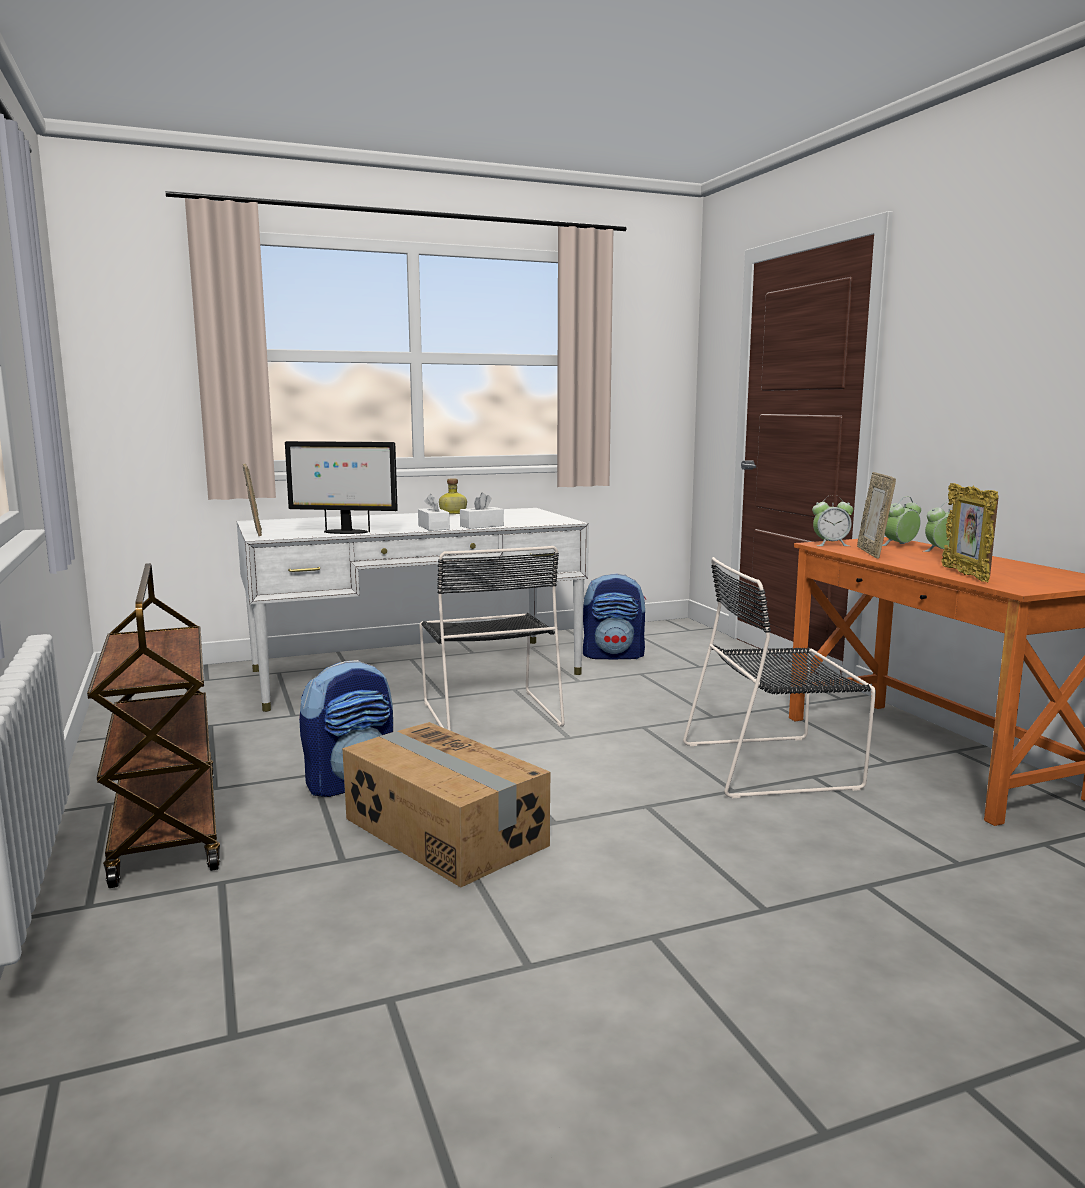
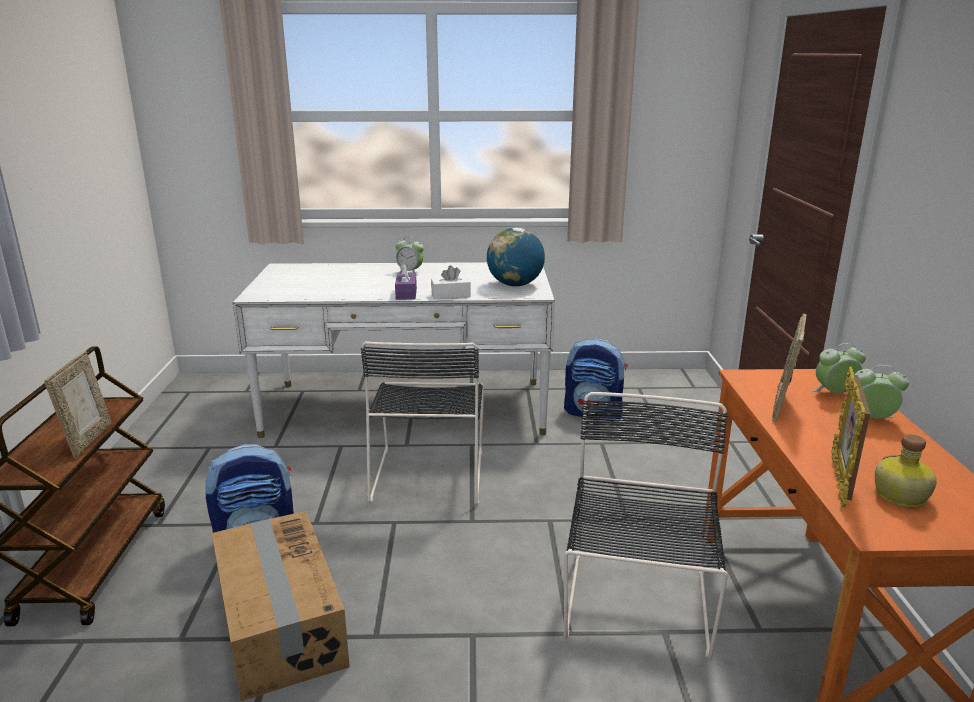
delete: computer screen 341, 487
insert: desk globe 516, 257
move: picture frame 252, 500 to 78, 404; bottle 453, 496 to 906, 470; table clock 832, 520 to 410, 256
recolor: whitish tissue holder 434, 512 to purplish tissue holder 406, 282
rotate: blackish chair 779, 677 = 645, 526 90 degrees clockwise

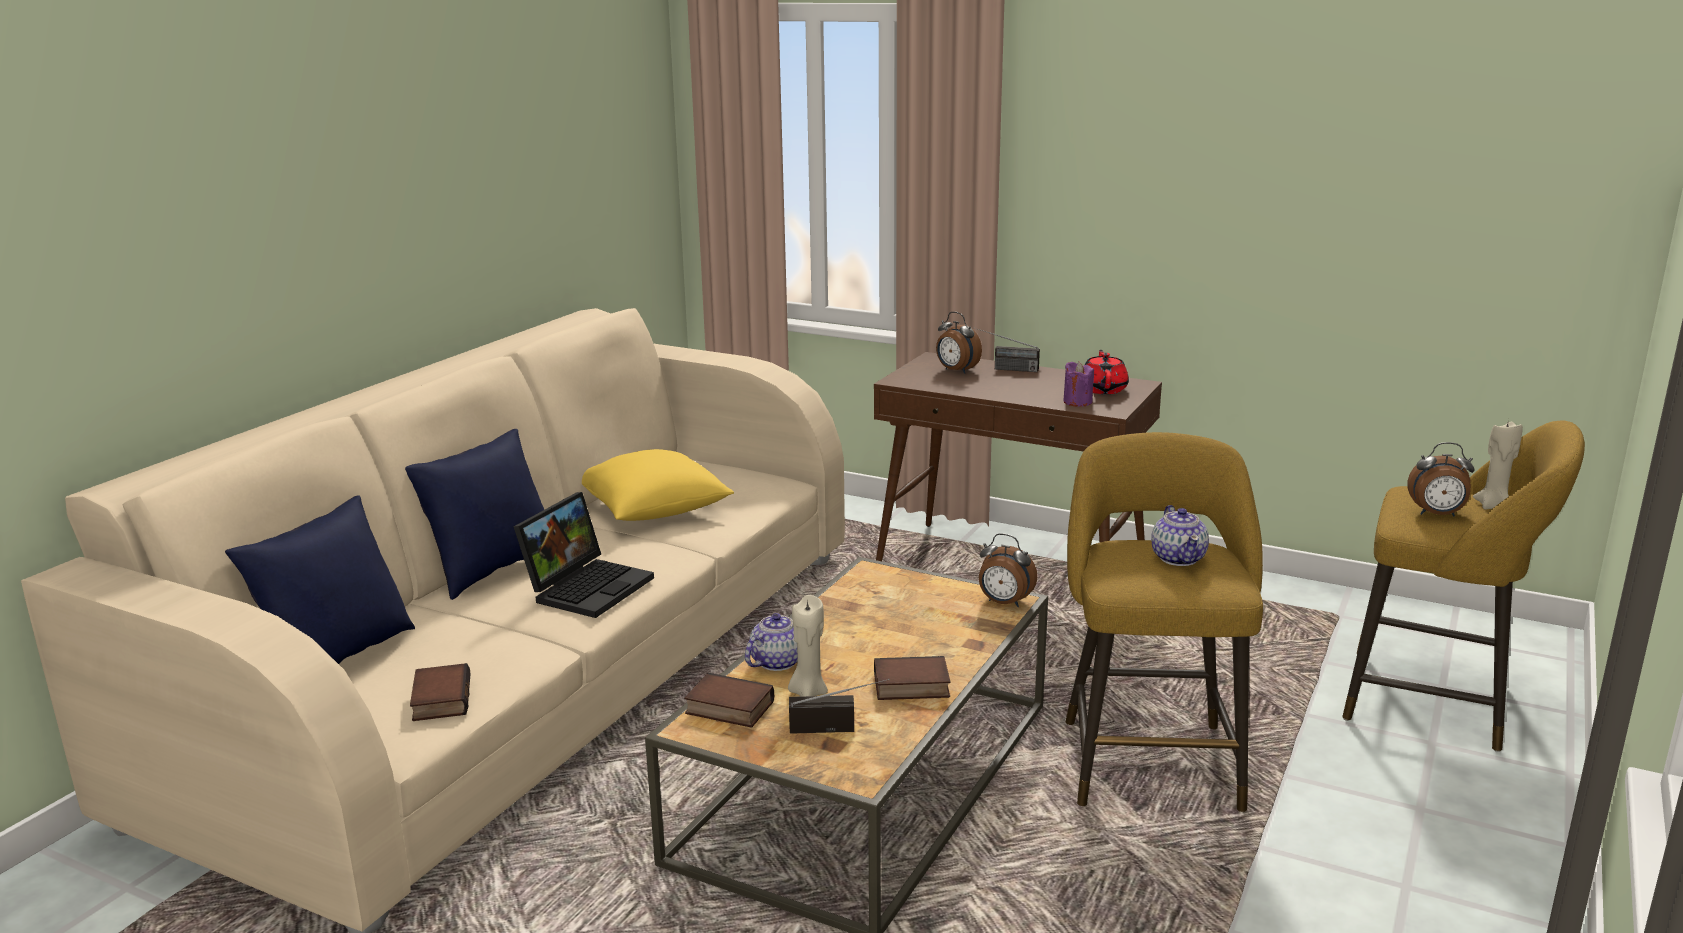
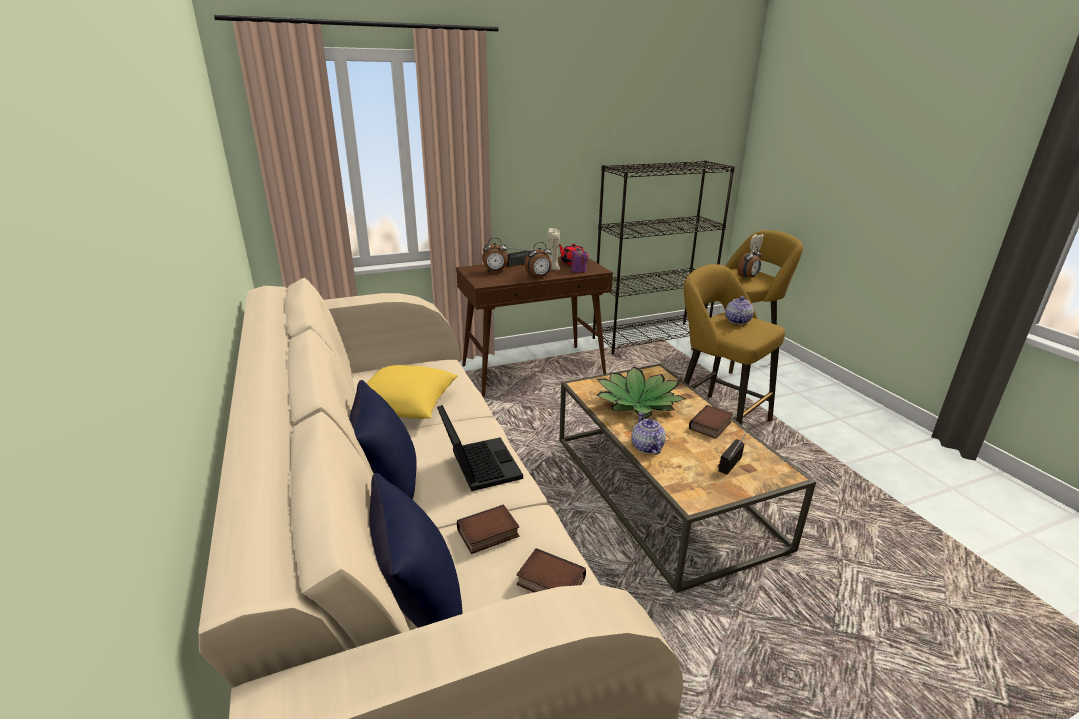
insert: blackish bookshelf 663, 257; houseplant 641, 392
move: book 729, 700 to 488, 529; beige wax light 808, 645 to 553, 249; table clock 1008, 570 to 538, 260
rotate: tea pot 1180, 535 = 739, 310 105 degrees counterclockwise

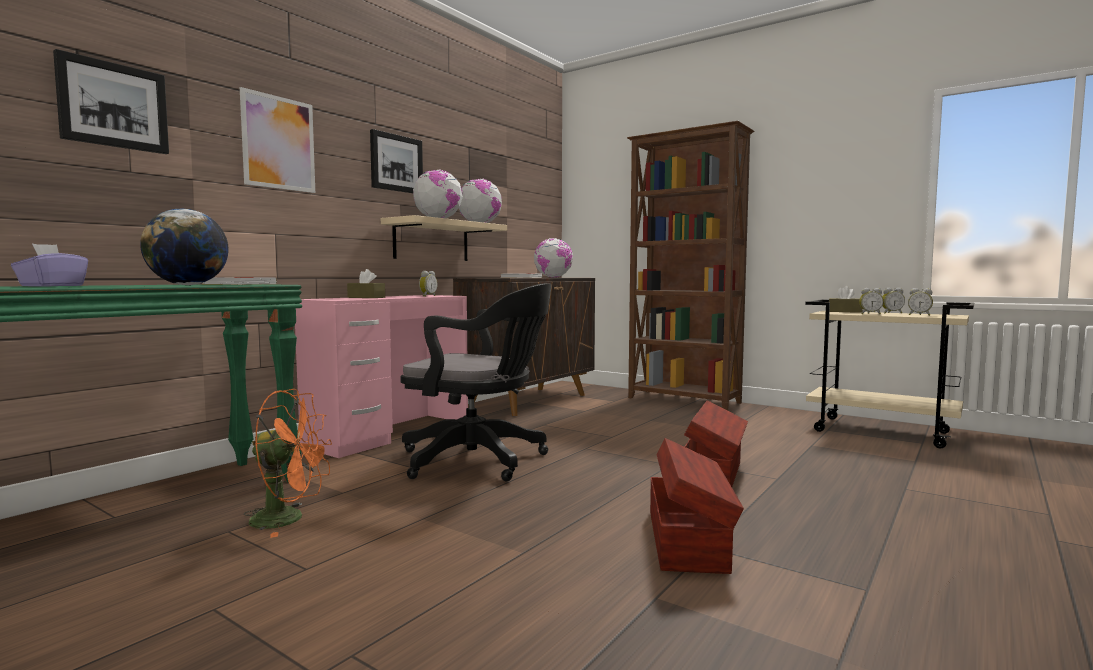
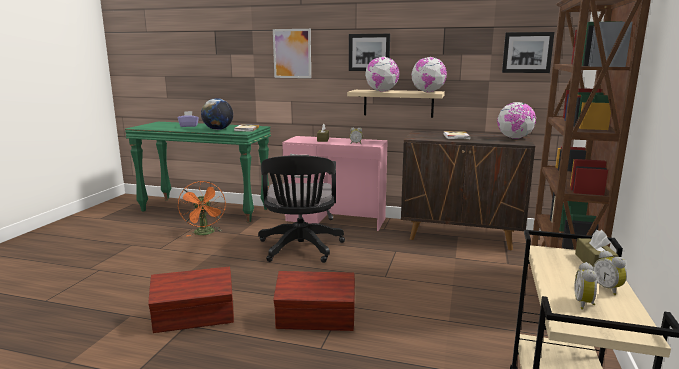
delete: table clock 871, 301
move: wall picture 111, 101 to 528, 52

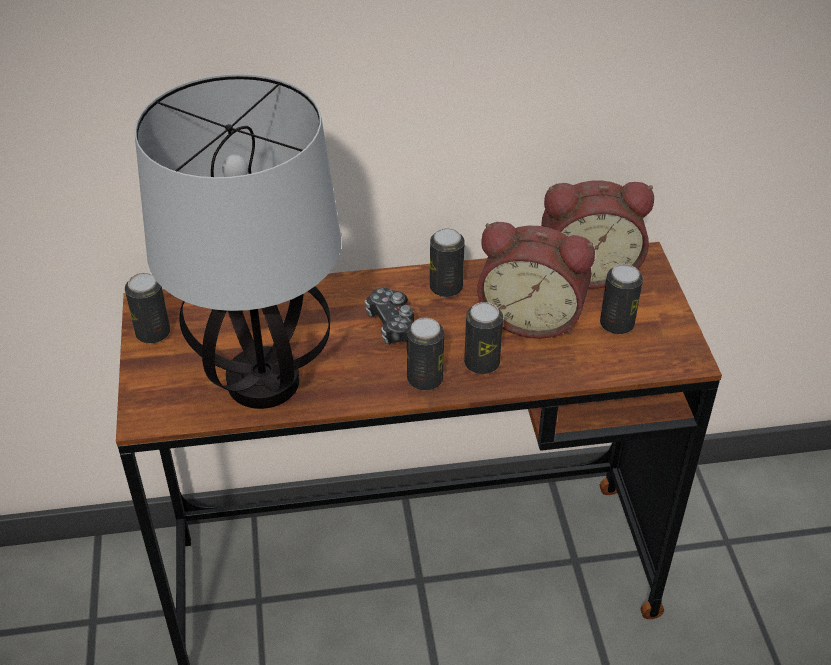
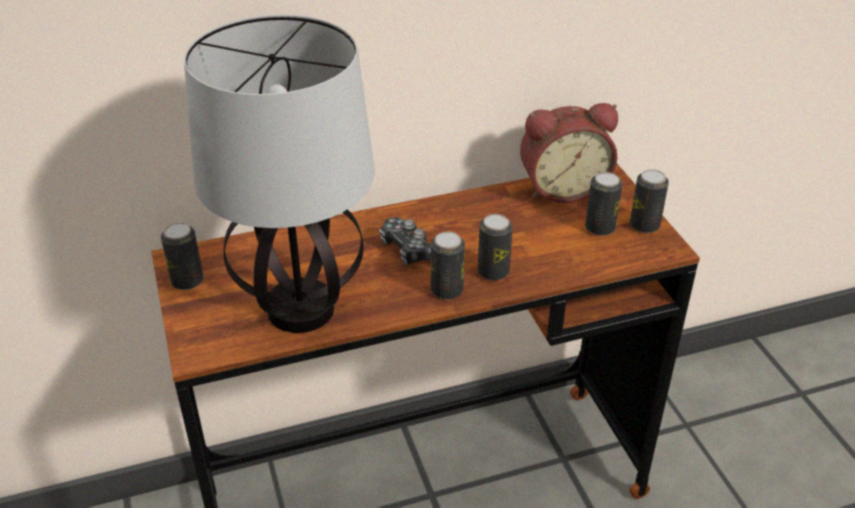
delete: table clock 536, 280
move: metal can 447, 262 to 649, 201

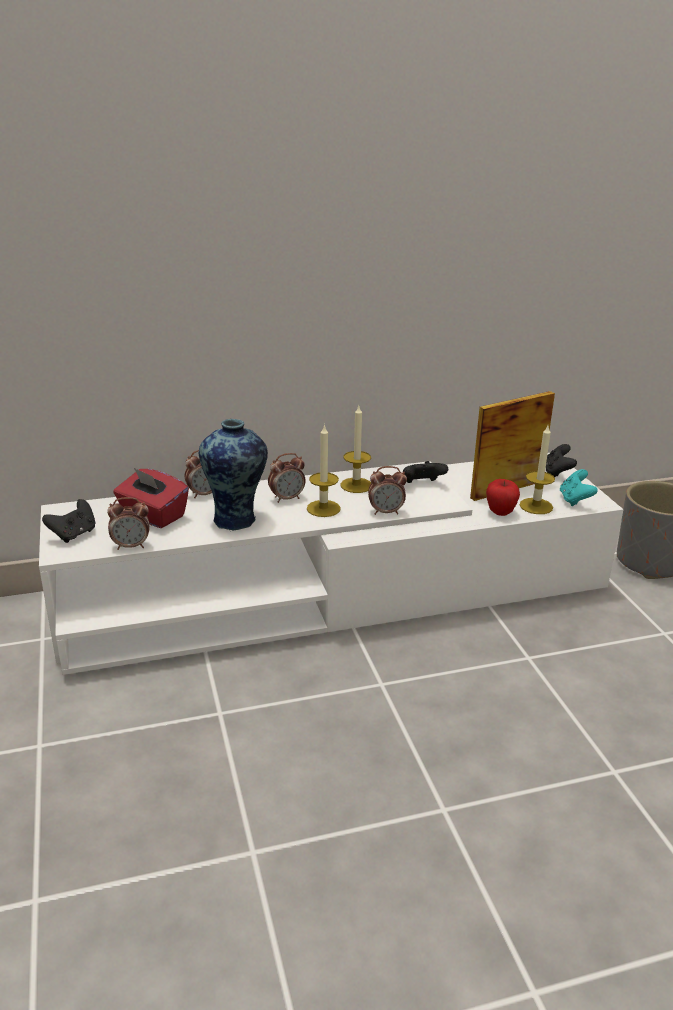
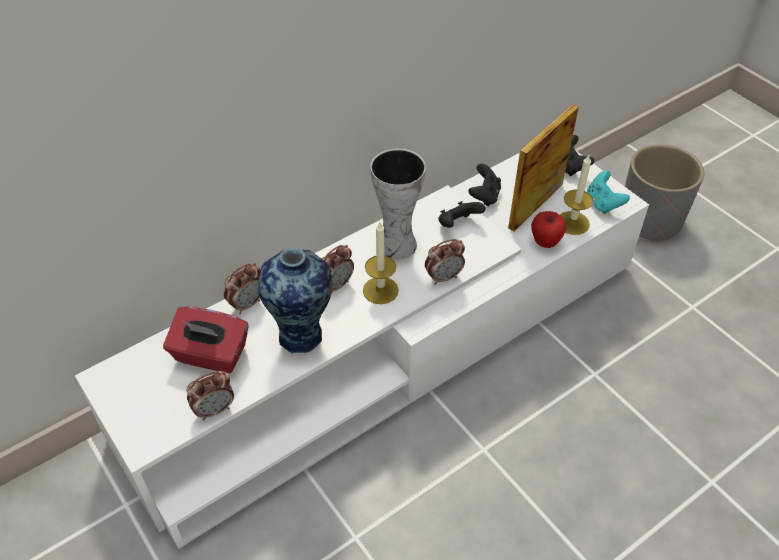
move: blackish gamepad 69, 521 to 484, 184
replace: wax light 356, 449 to decorative vase 398, 204

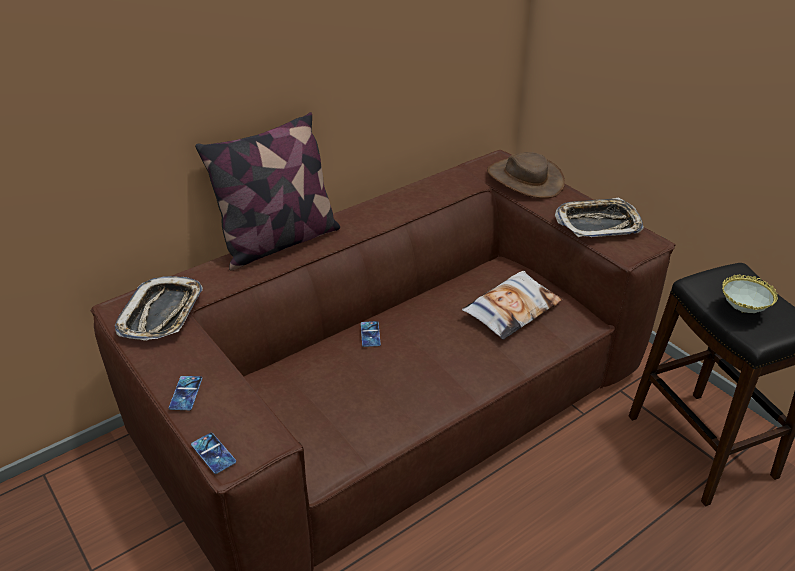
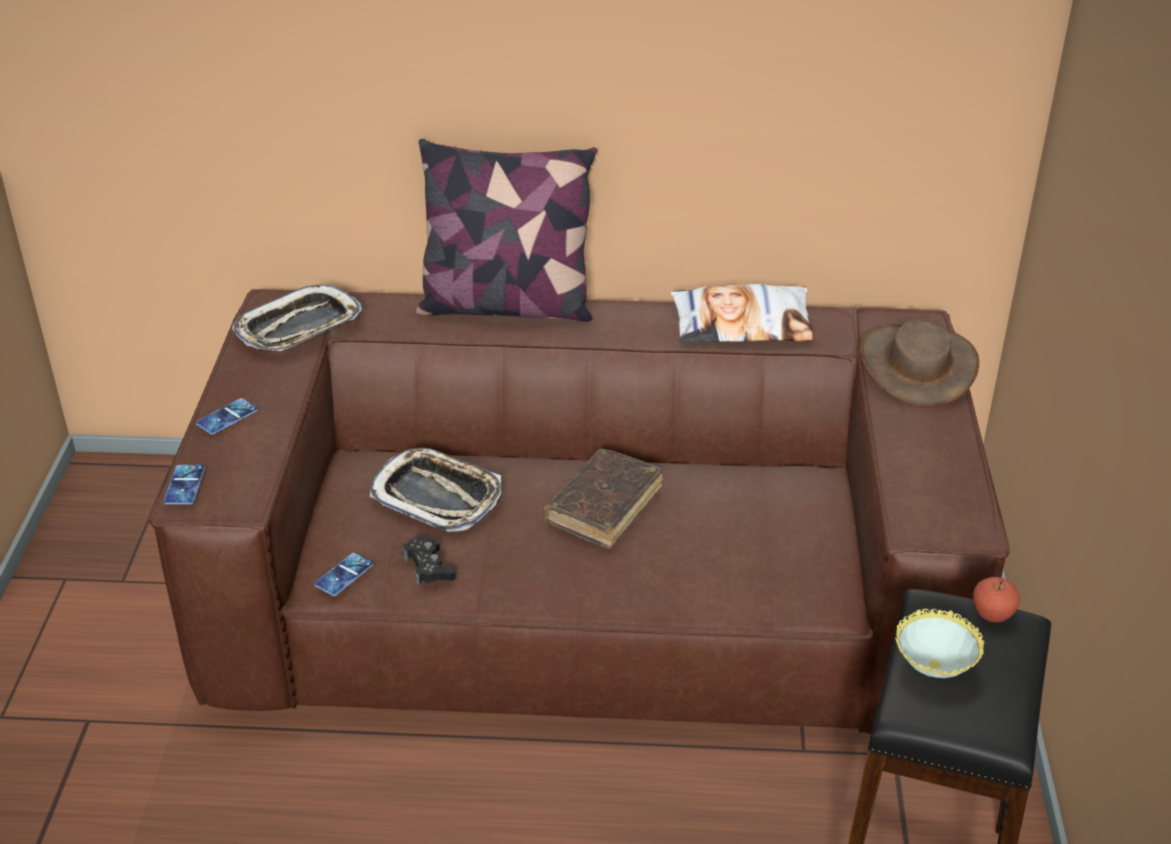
insert: blackish gamepad 429, 561; brownish book 603, 499; apple 996, 599
move: phone 371, 334 to 343, 574; cushion 512, 305 to 743, 313; carrying tray 599, 217 to 435, 490

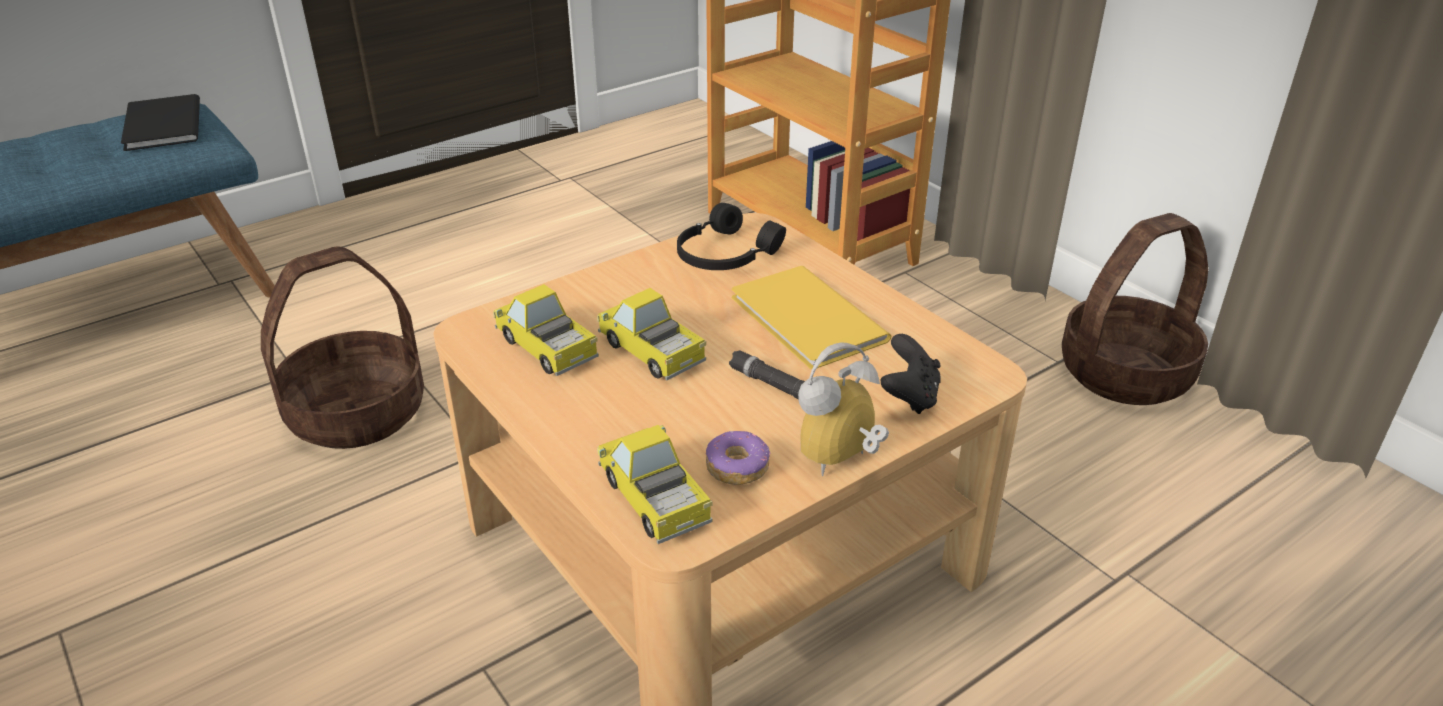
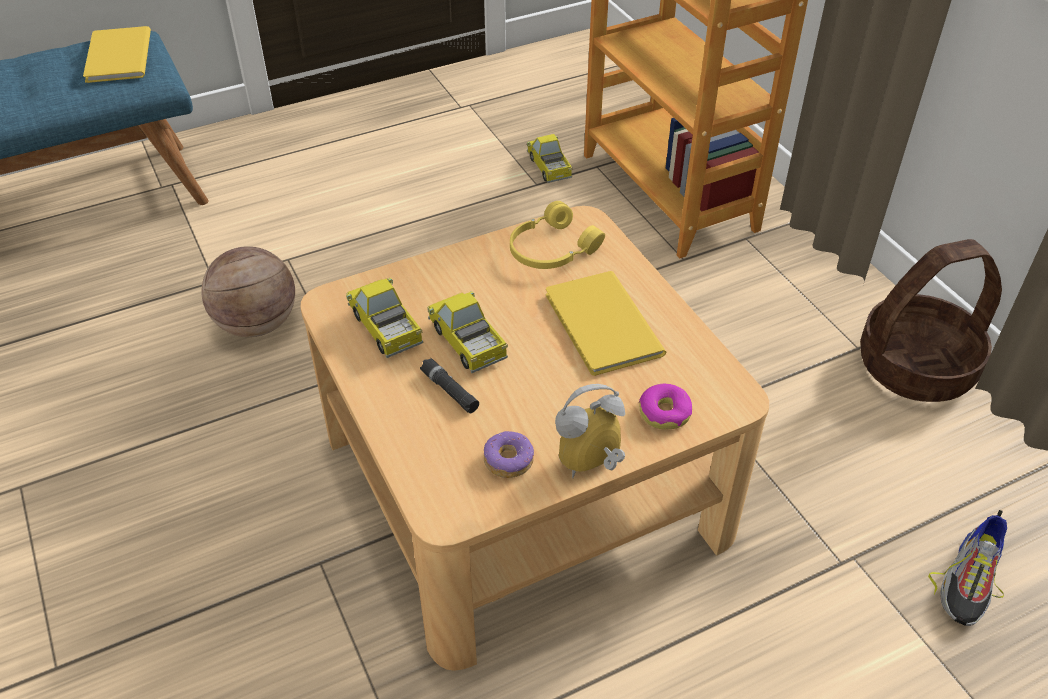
insert: shoe 967, 568
move: toy lorry 655, 484 to 549, 158; blackish flashlight 767, 374 to 449, 385
replace: storage basket 342, 347 to ball for basketball 248, 291; blackish gamepad 911, 374 to ring doughnut 665, 407
recolor: blackish book 160, 122 to yellow book 117, 54; blackish headphones 731, 236 to yellow headphones 557, 235

